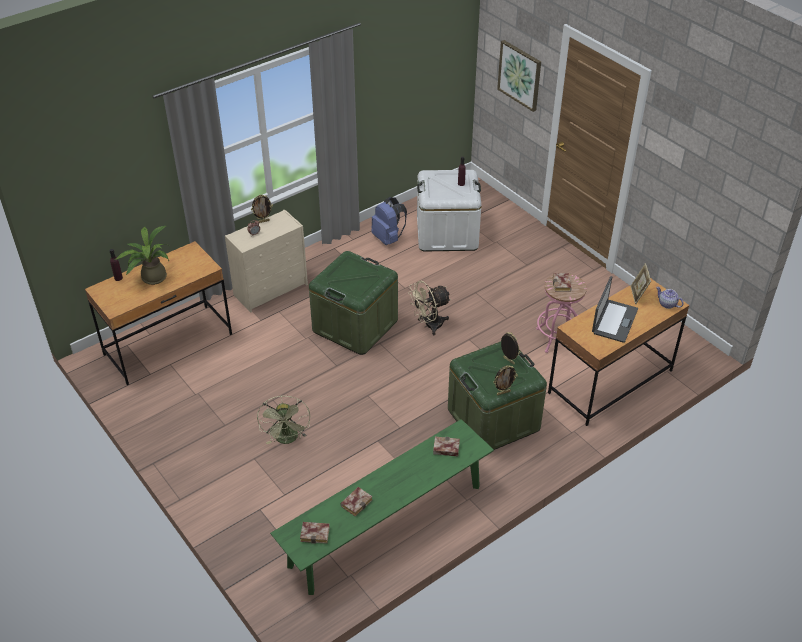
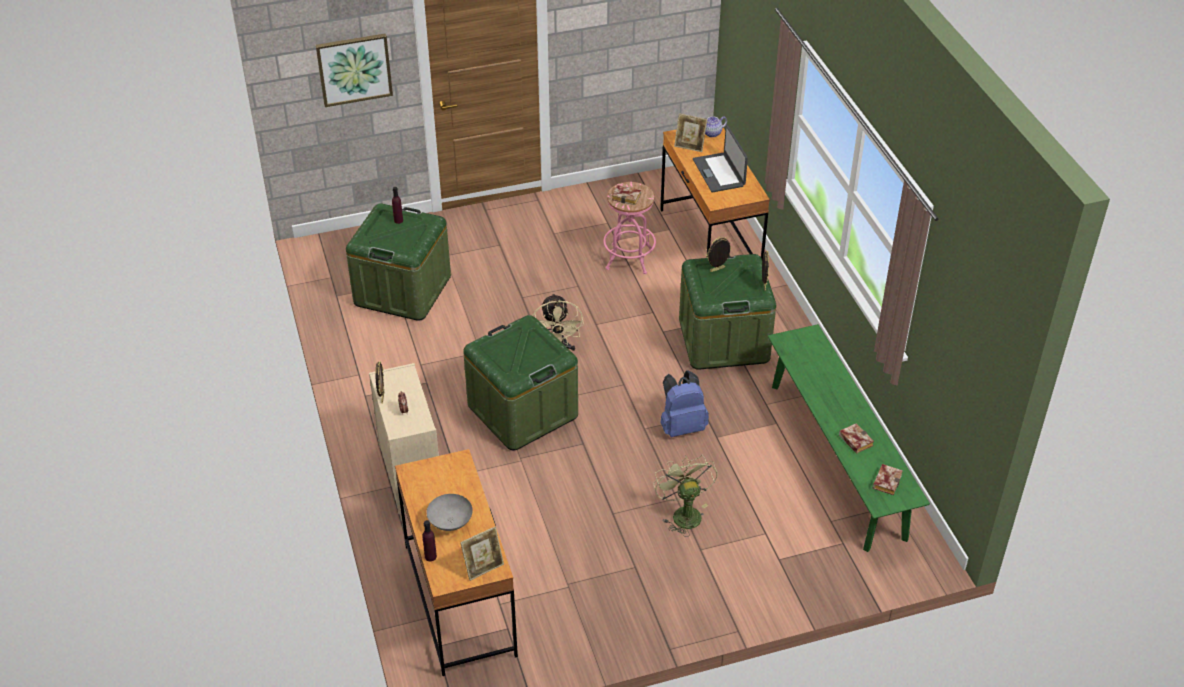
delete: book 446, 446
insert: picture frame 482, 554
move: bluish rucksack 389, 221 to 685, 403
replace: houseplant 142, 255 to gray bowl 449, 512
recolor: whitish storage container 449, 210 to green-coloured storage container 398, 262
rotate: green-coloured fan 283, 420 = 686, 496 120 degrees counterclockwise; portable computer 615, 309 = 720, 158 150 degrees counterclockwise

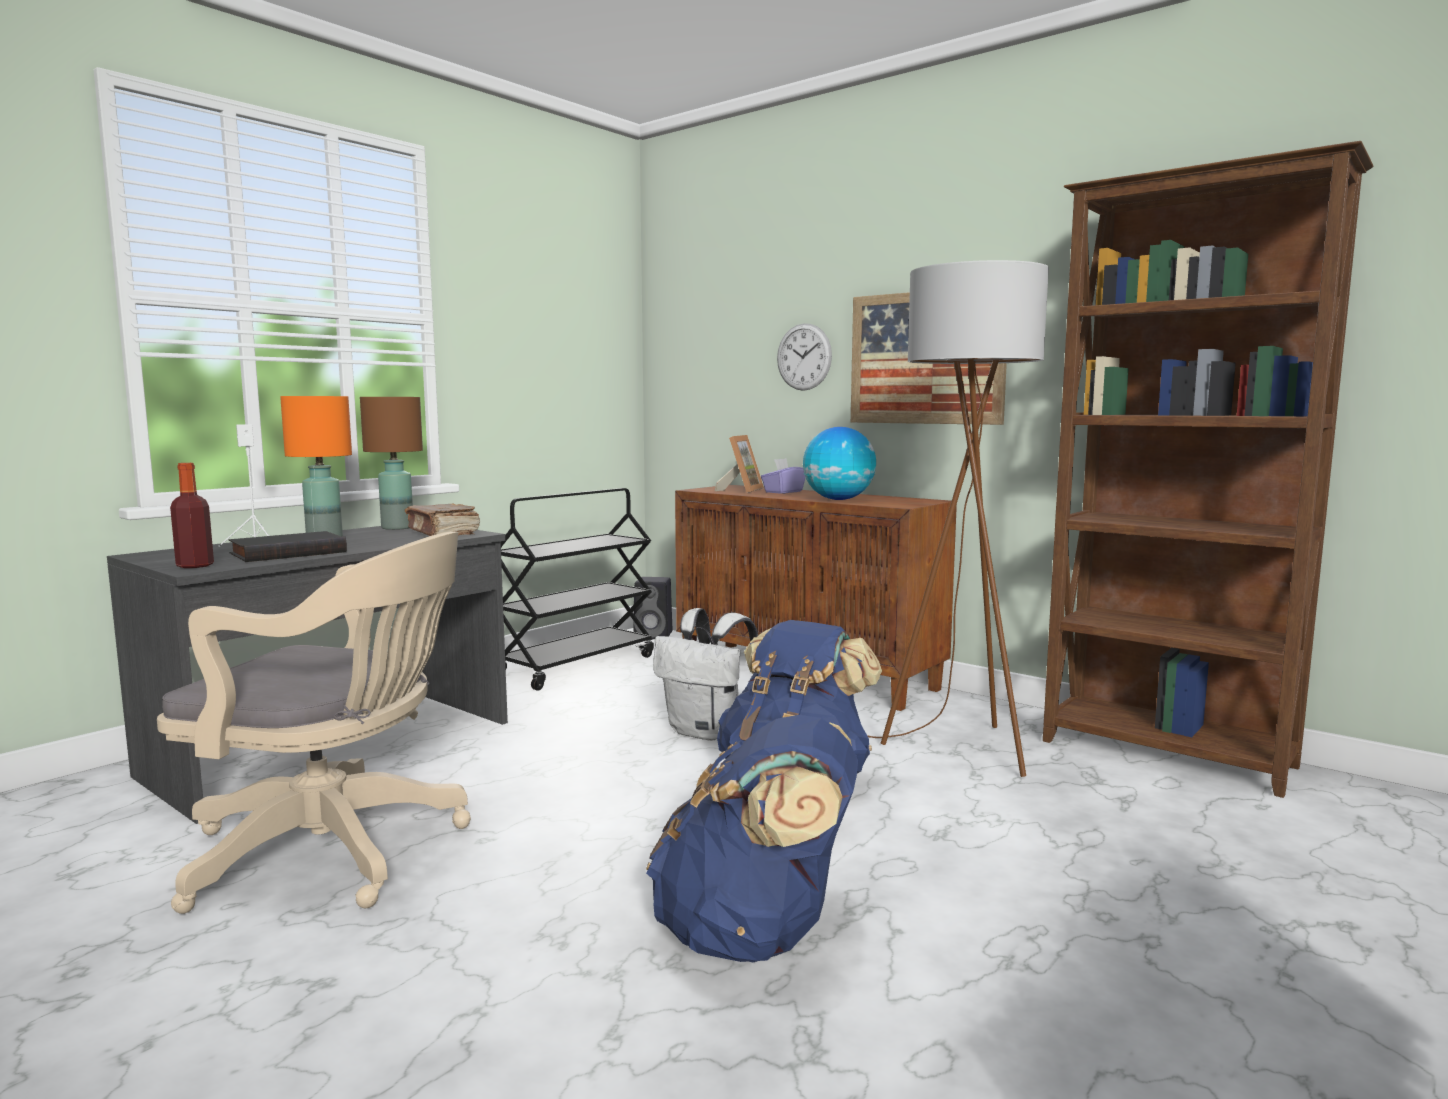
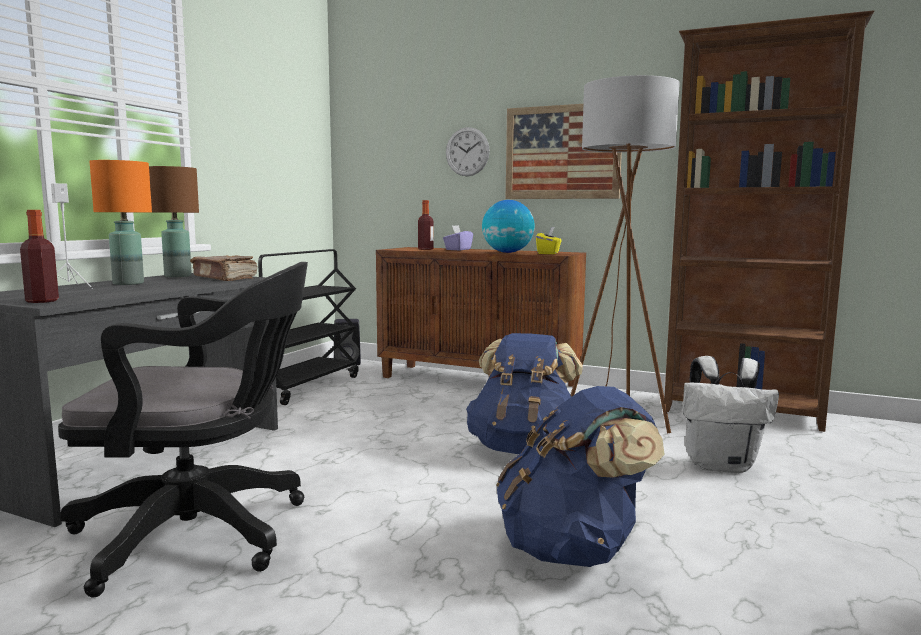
delete: blackish book 288, 546
insert: yellow tissue holder 549, 240
move: whitish rucksack 705, 674 to 731, 414
replace: picture frame 739, 464 to bottle 426, 225
recolor: beige computer chair 314, 723 to blackish computer chair 183, 429

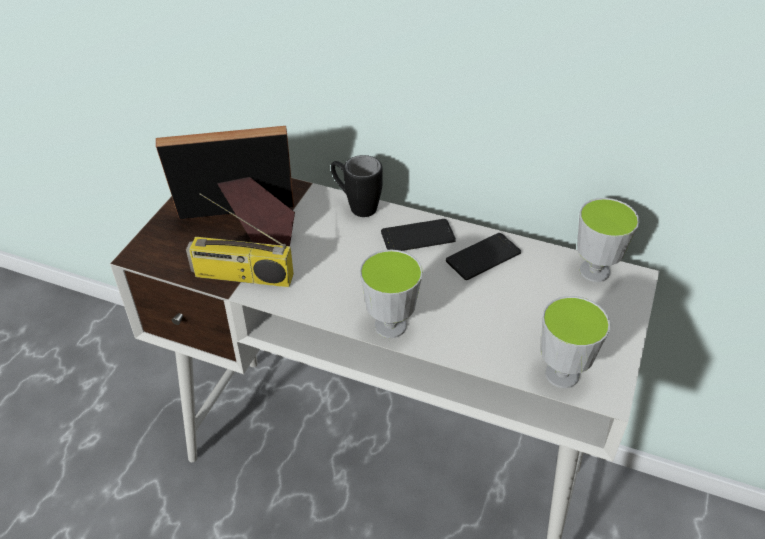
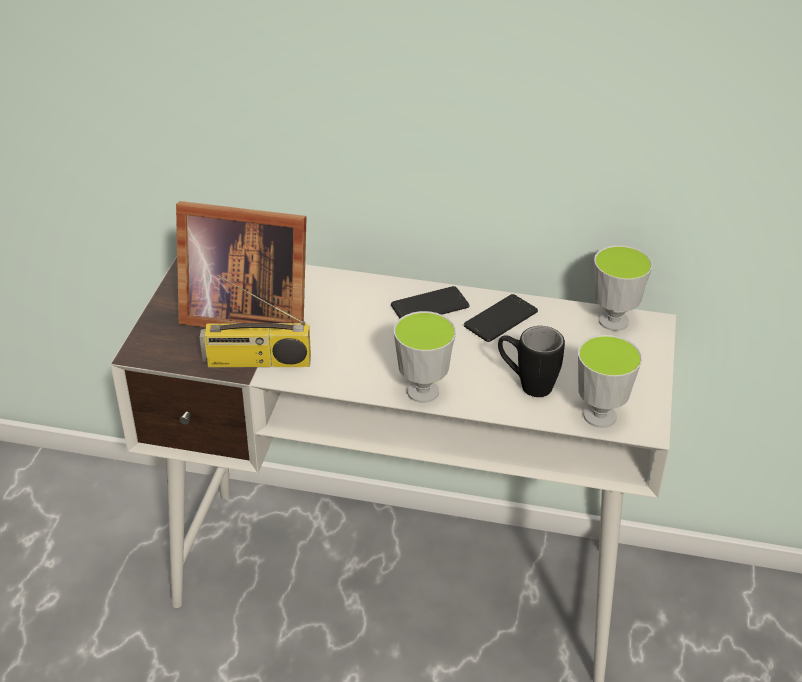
move: blackish mug 357, 186 to 531, 361
rotate: picture frame 225, 186 = 241, 264 150 degrees counterclockwise

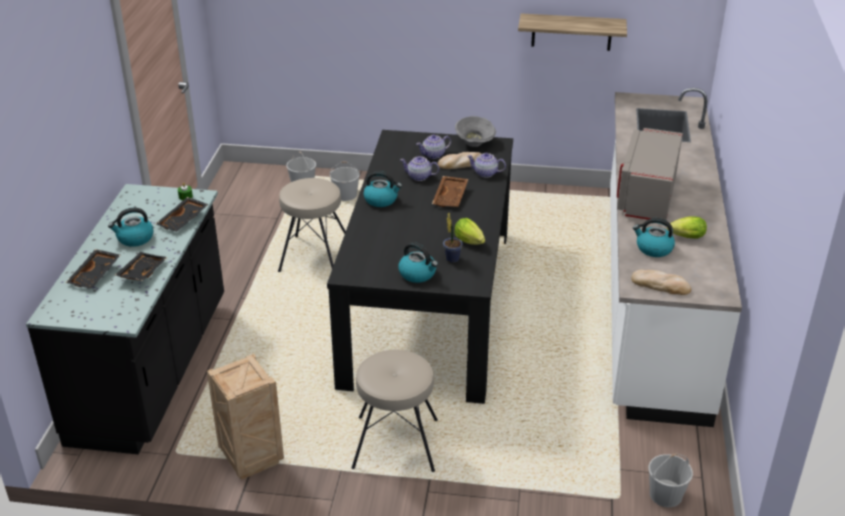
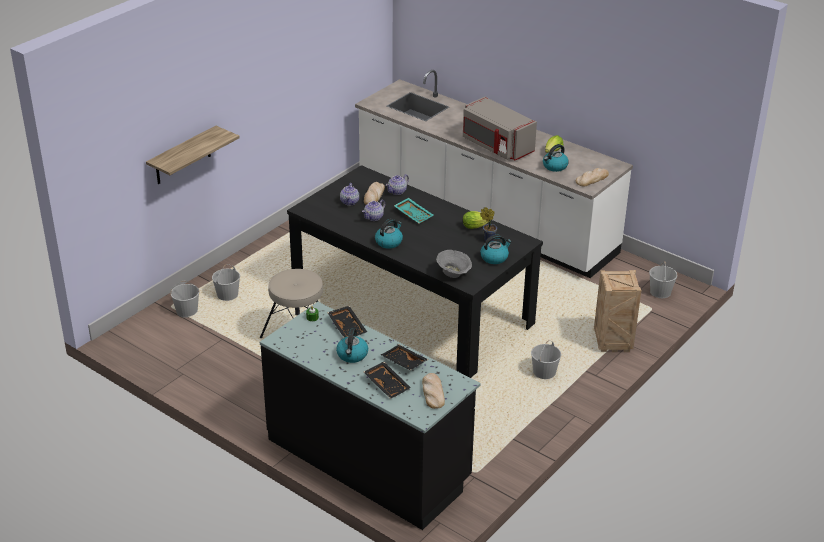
insert: bread 433, 391
move: shipping crate 245, 416 to 618, 311; gray bowl 475, 131 to 454, 264; wall shelf 572, 32 to 193, 155
replace: beige stool 395, 411 to whitish pail 546, 359
recolor: brownish carrying tray 450, 191 to turquoise-coloured carrying tray 413, 210

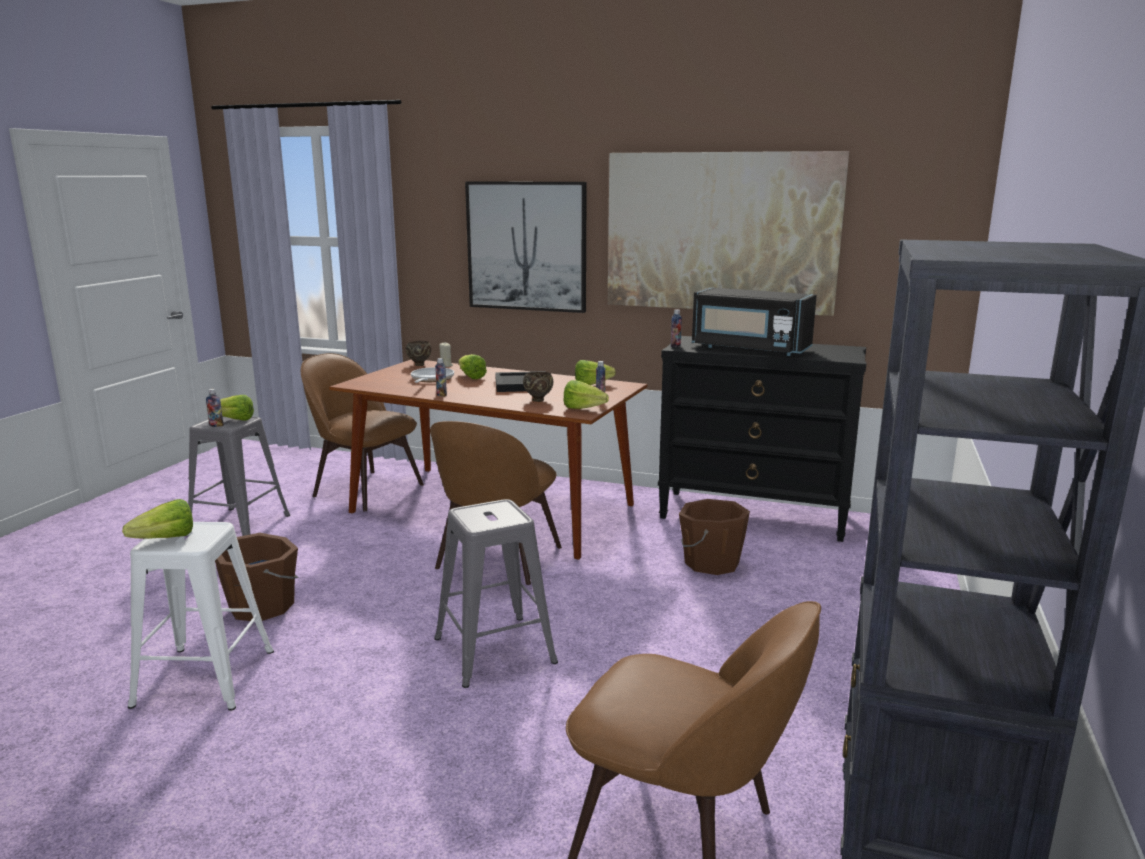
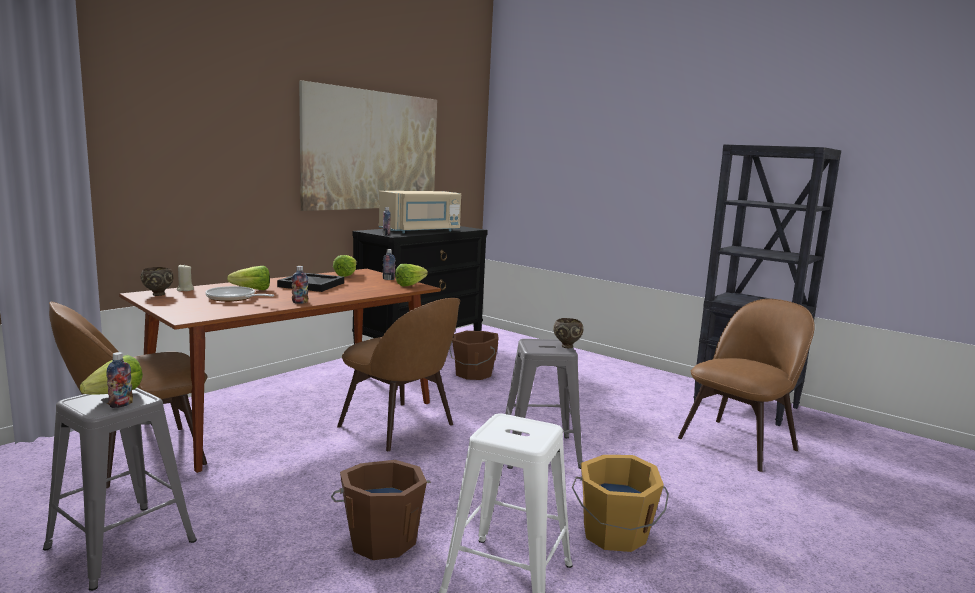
delete: head of lettuce 157, 519; wall picture 526, 247
insert: orangey pail 620, 503
move: brownish bowl 538, 387 to 568, 333
recolor: blackish microwave 754, 321 to beige microwave 420, 212

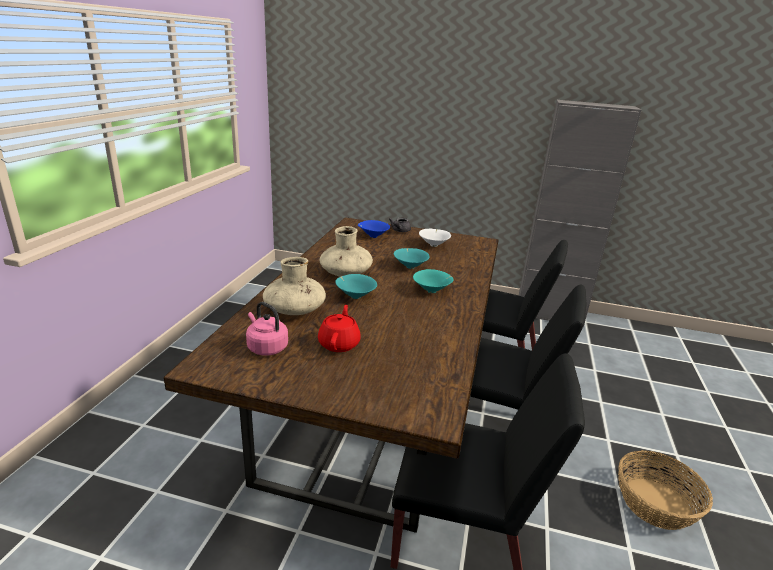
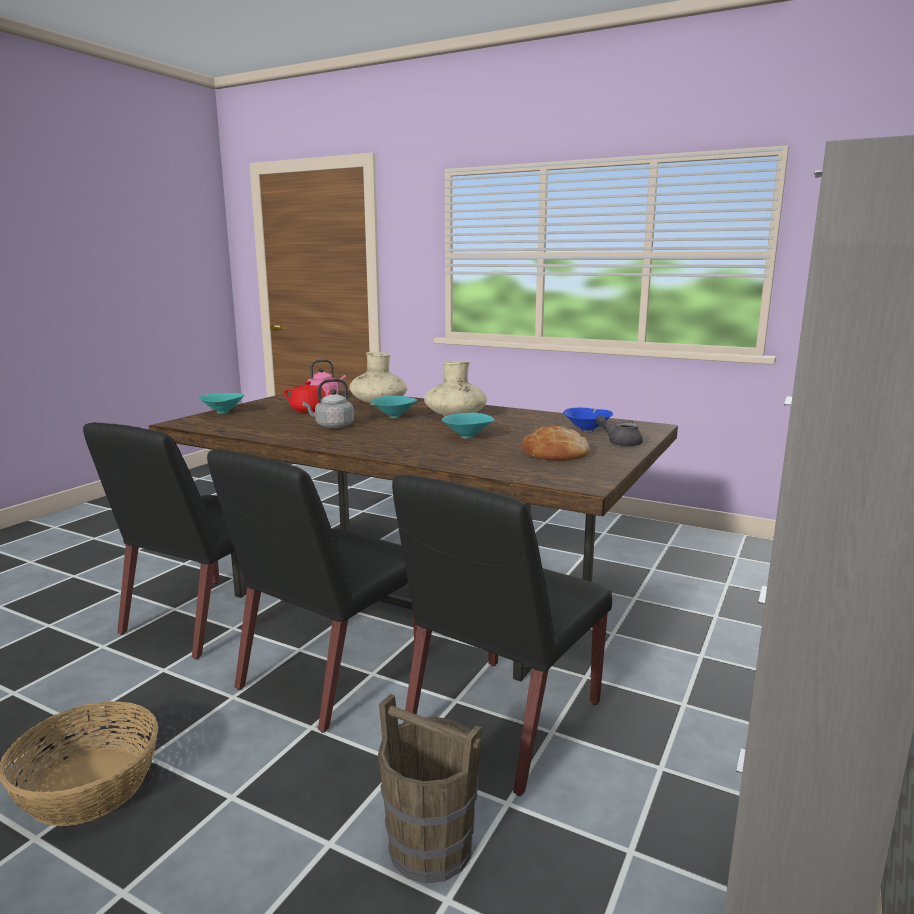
insert: gray water kettle 328, 403; brownish pail 430, 789
move: turquoise-coloured bowl 433, 281 to 221, 403
replace: whitish bowl 435, 238 to bread 556, 443

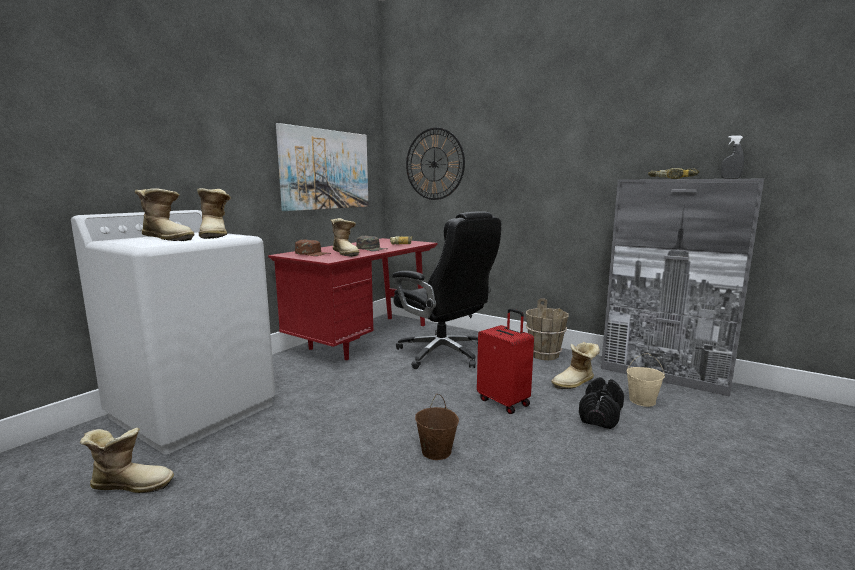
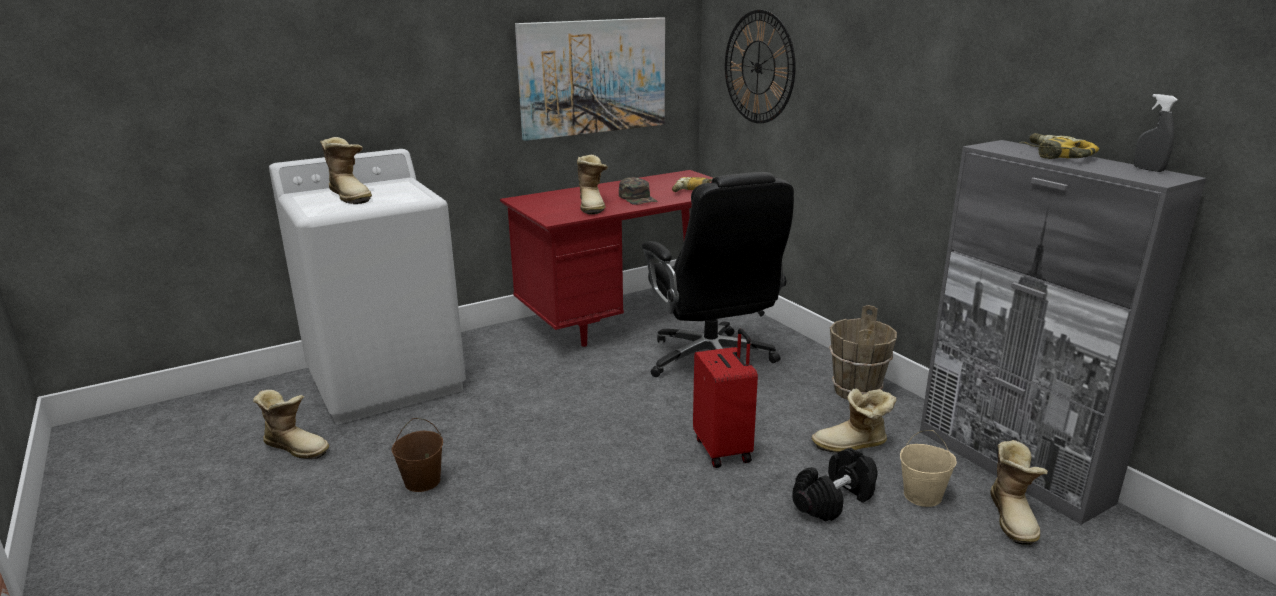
delete: brownish baseball cap 313, 248
move: tall boot 214, 213 to 1019, 492; brownish pail 437, 427 to 417, 455

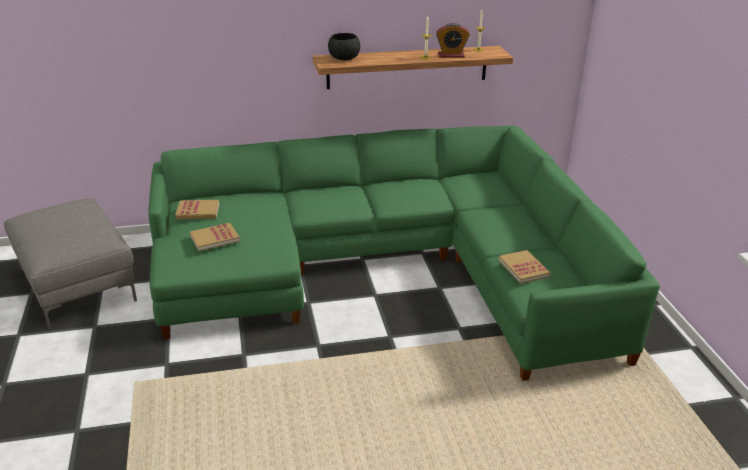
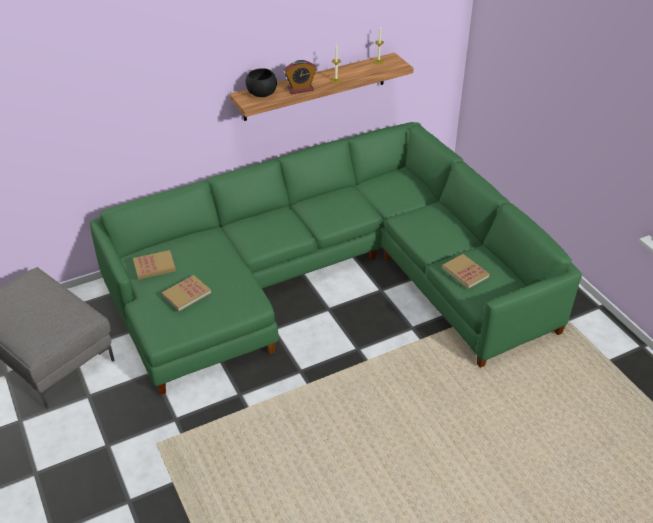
move: table clock 453, 40 to 300, 77

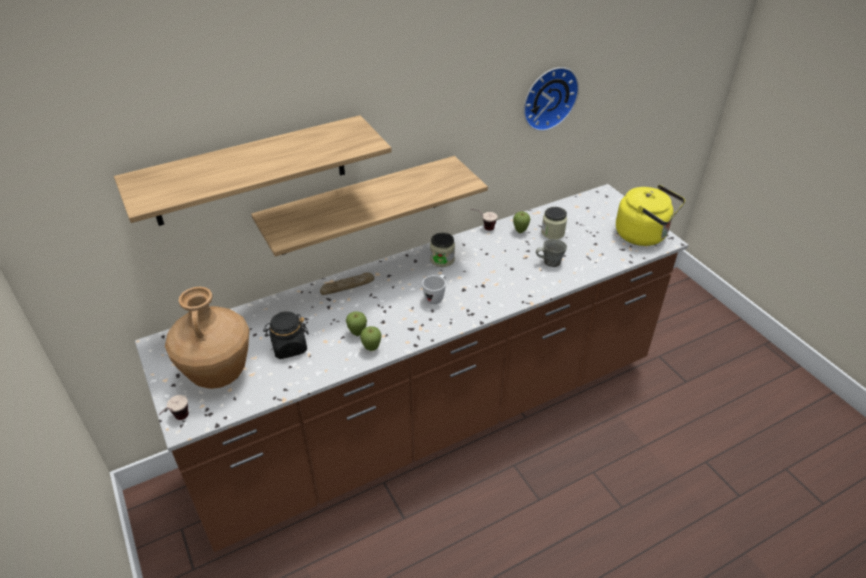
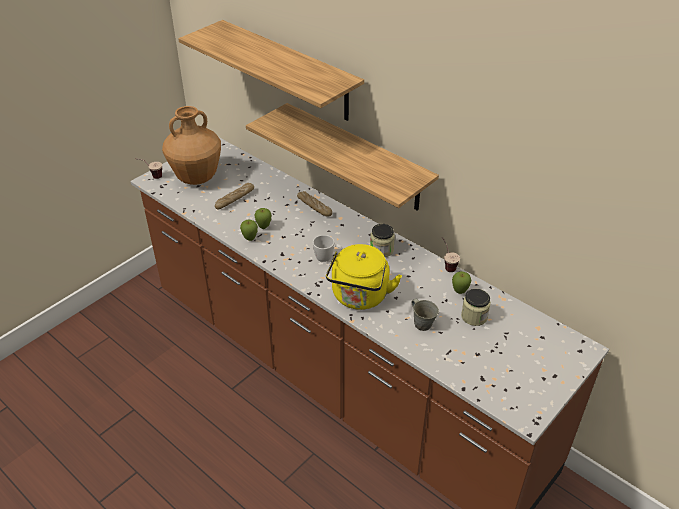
delete: wall clock 551, 99
move: yellow water kettle 650, 215 to 364, 277
replace: blackish storage jar 286, 335 to bread 234, 196

